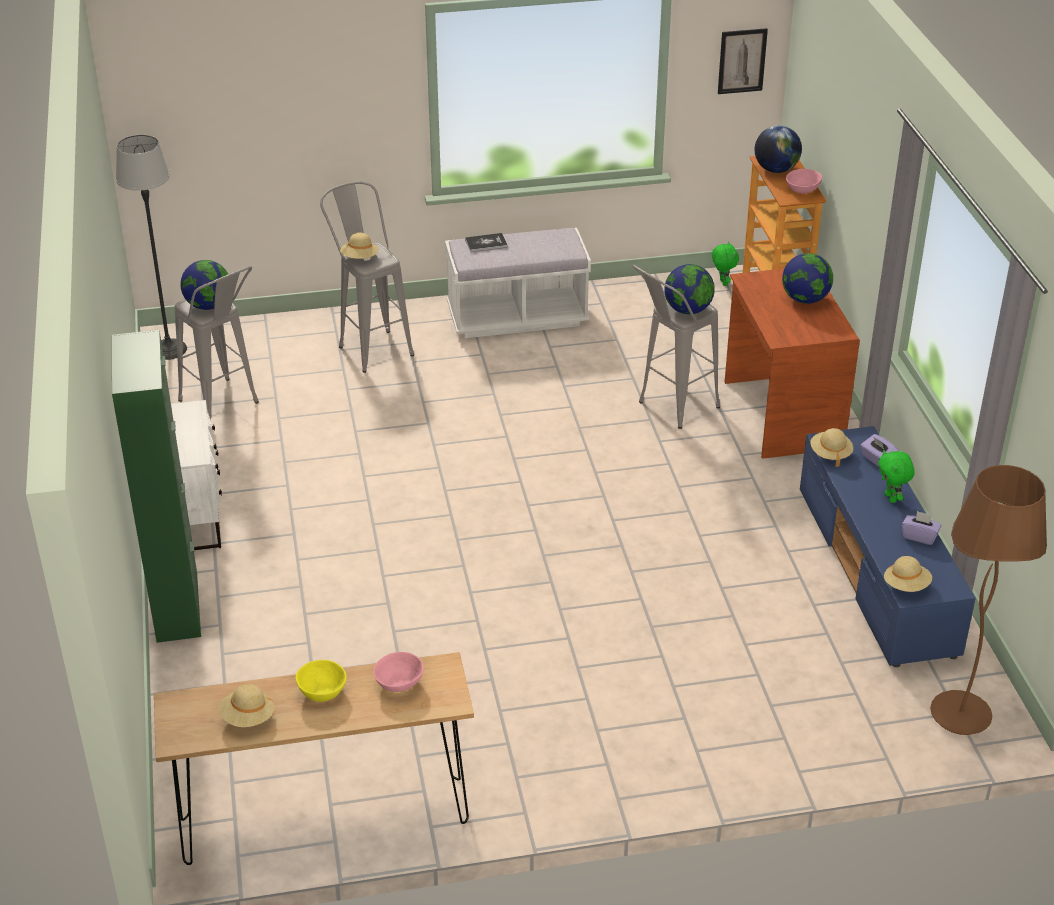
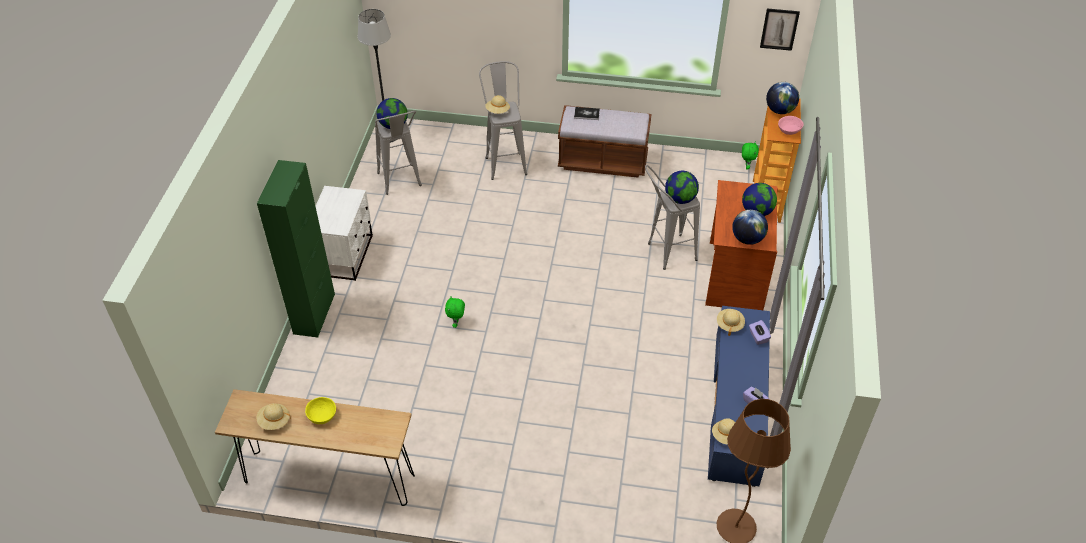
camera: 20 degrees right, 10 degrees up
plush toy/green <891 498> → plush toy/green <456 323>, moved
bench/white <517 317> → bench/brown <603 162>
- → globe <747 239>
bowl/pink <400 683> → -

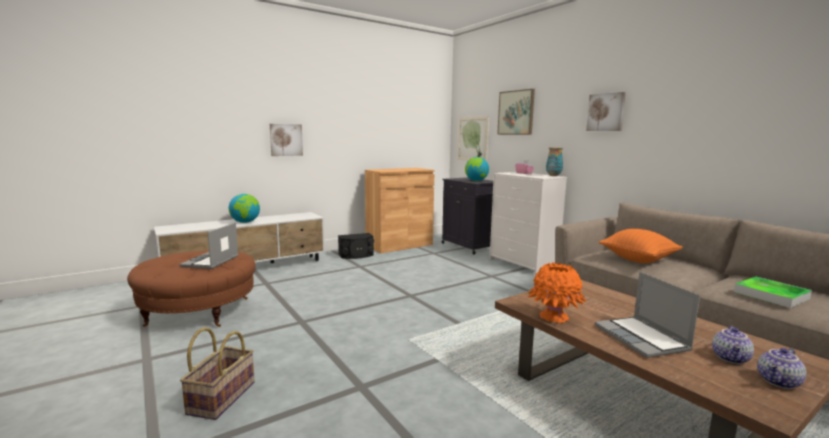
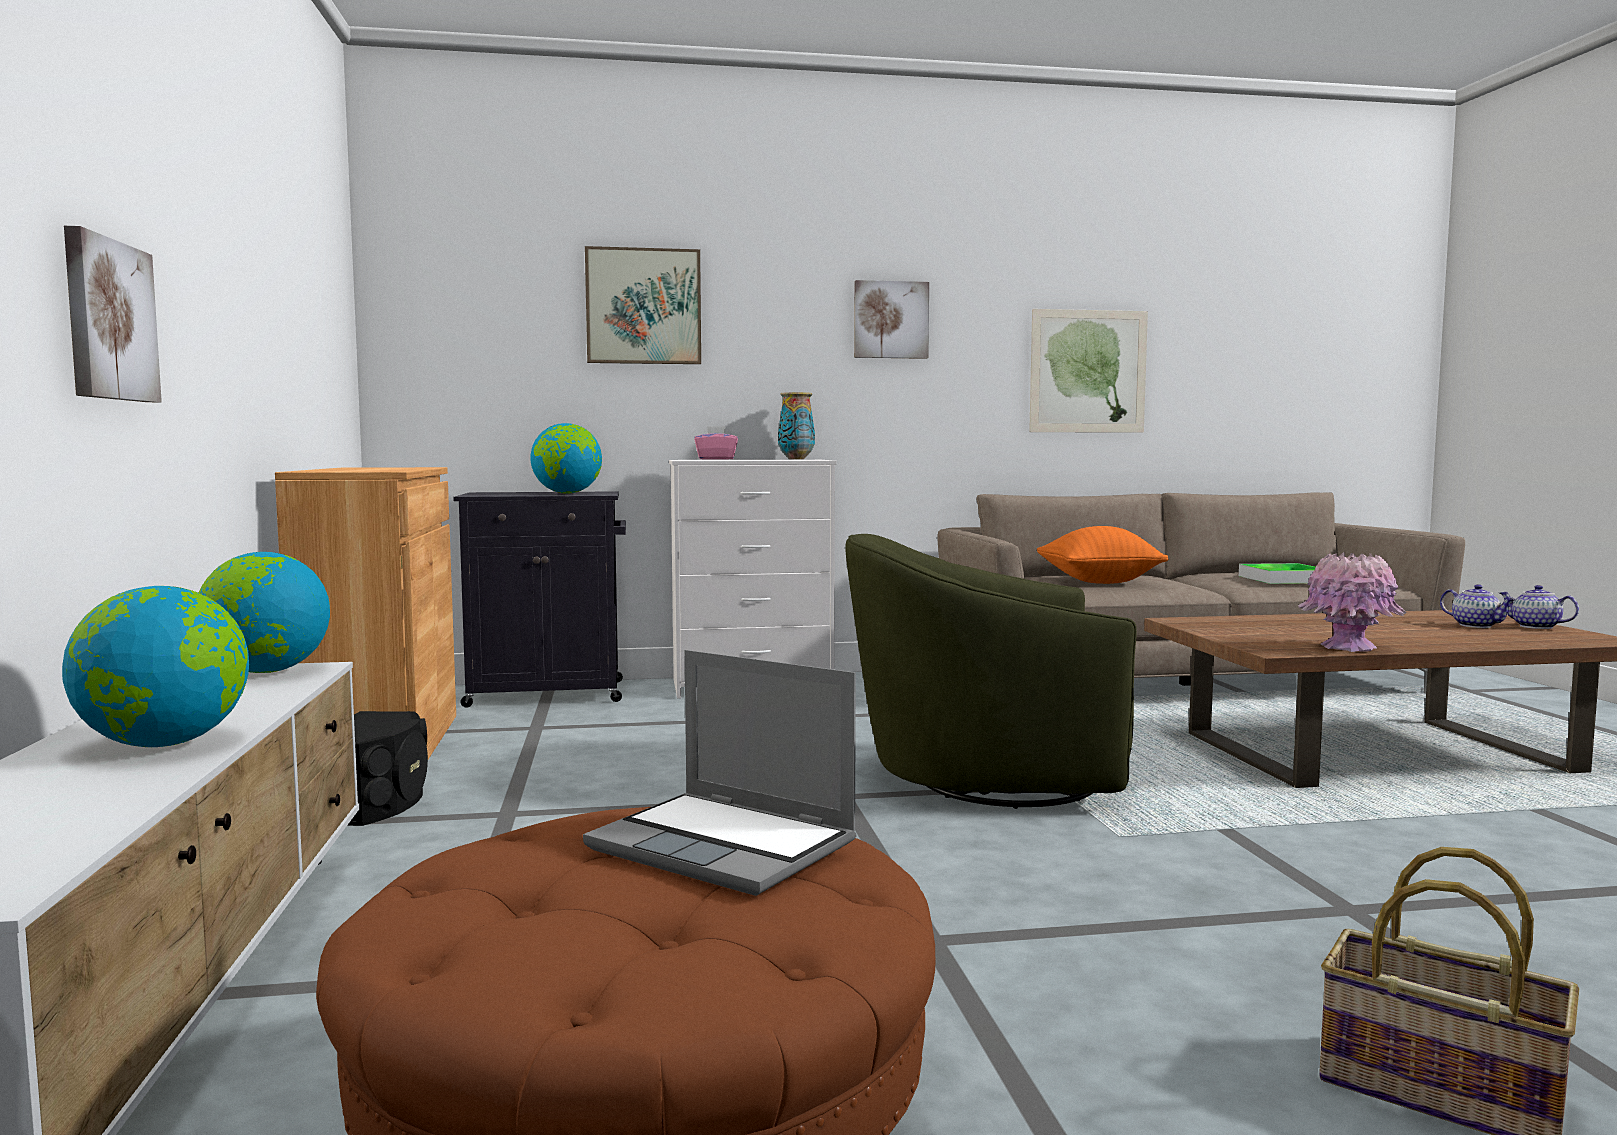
camera: 65 degrees left, 5 degrees down
- → globe <266 671>
- → armchair/green <985 779>
picture <472 139> → picture <1088 371>, moved
vase/orange <554 317> → vase/pink <1348 647>
teapot <779 382> → teapot <1535 627>, 150 degrees clockwise
laptop <642 338> → -

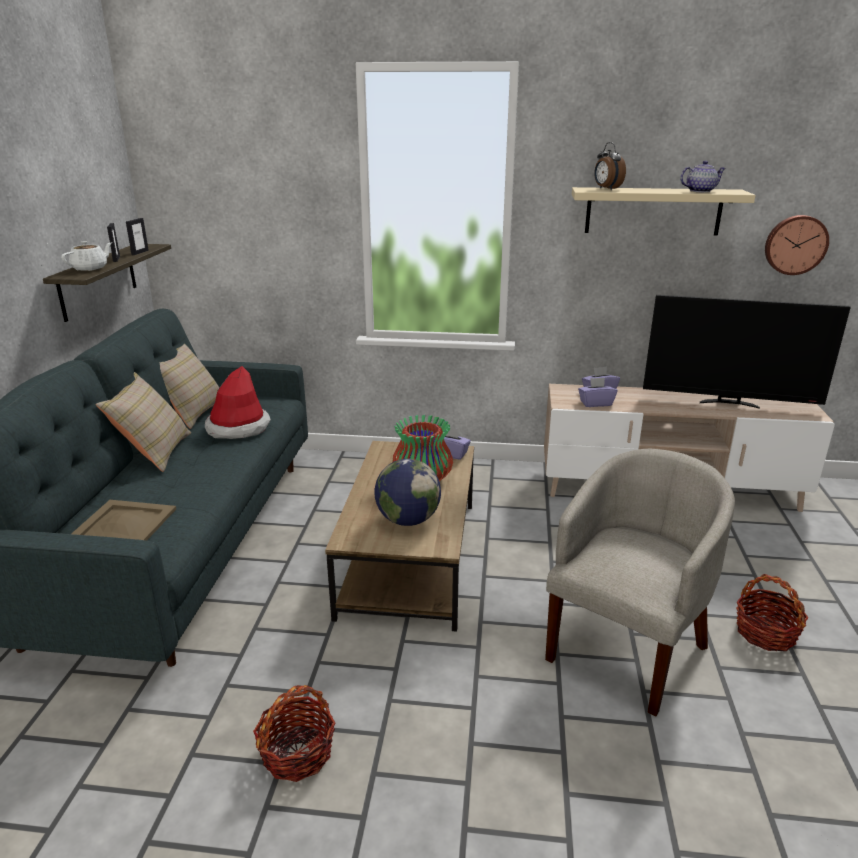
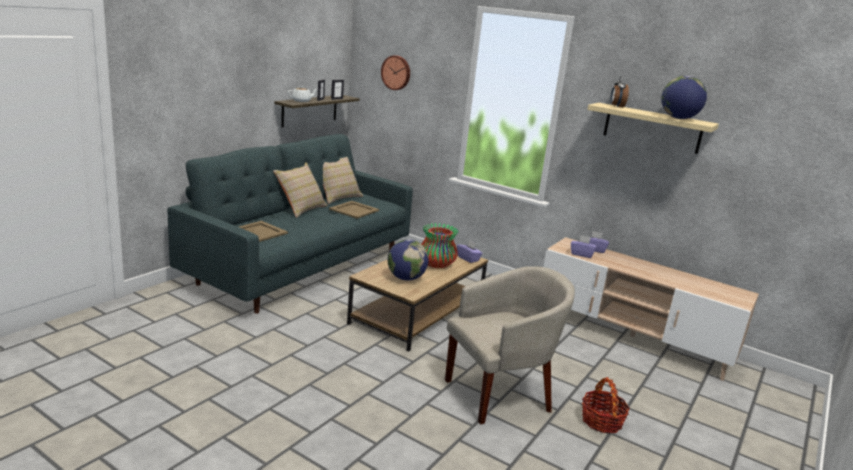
camera: 25 degrees right, 5 degrees down
hat <238 428> → tray/beige <353 210>
wall clock <795 244> → wall clock <396 72>, moved
teapot <700 191> → globe <678 118>
basket <297 753> → -
television <729 403> → -

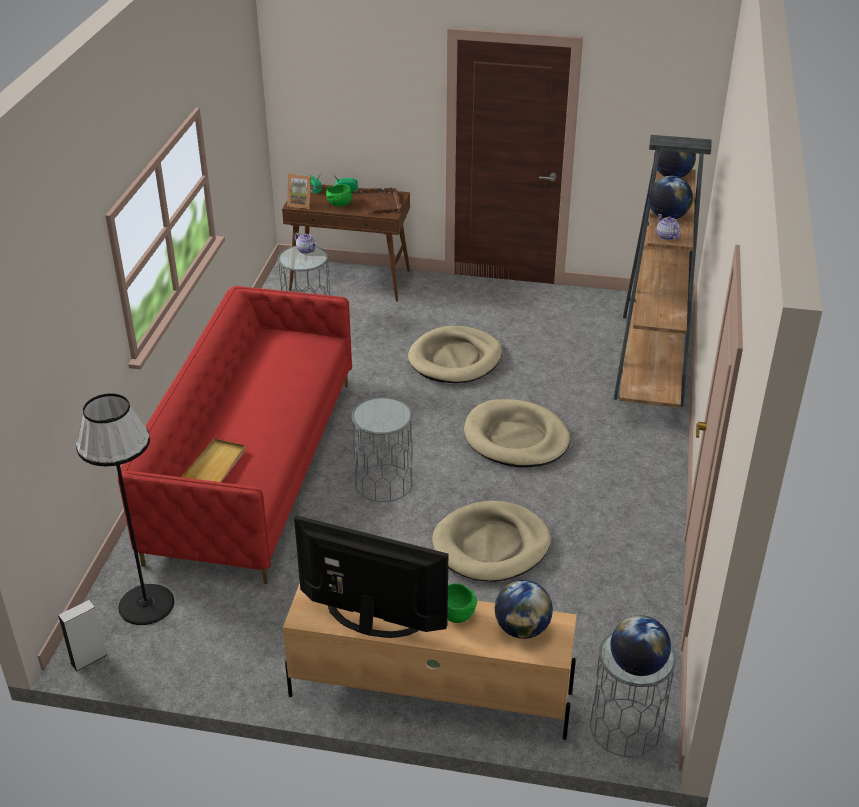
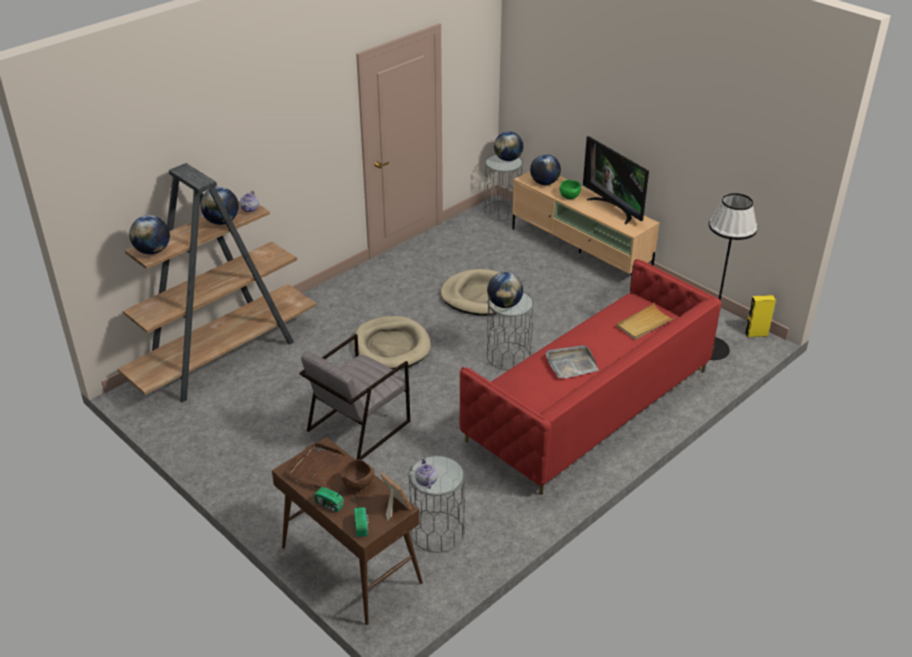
camera: 145 degrees left, 0 degrees up
dog bed/beige <455 359> → armchair/grey <358 425>
bowl/green <339 205> → bowl/brown <358 485>
- → globe <504 304>
- → tray/grey <571 364>
speaker/grey <89 659> → speaker/yellow <756 334>

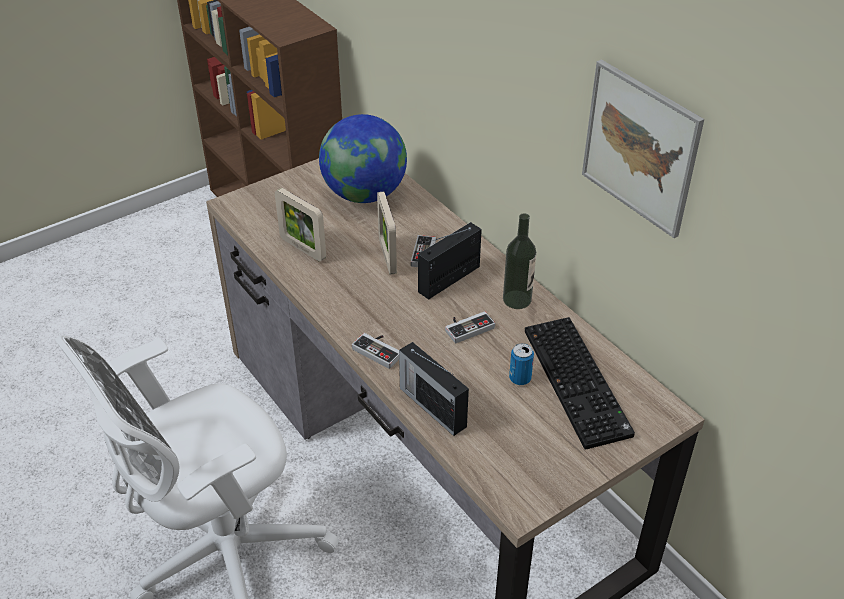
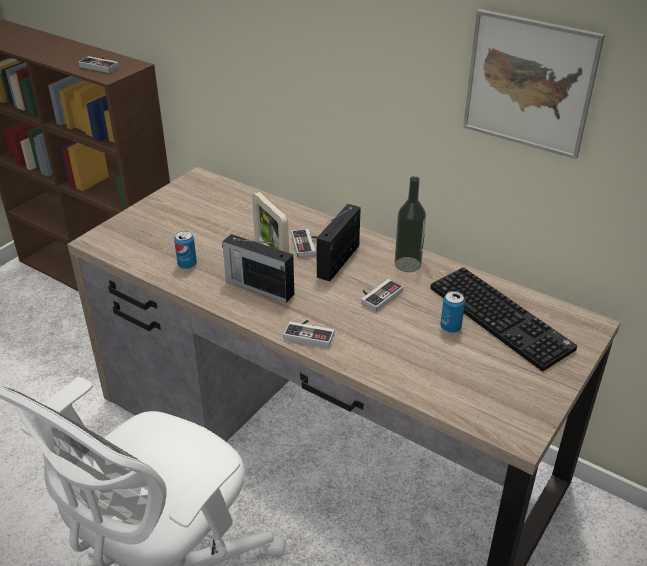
camera: 20 degrees left, 5 degrees down
- → game controller <101 65>
picture frame <303 248> → can <187 264>
radio <431 406> → radio <258 287>, moved
globe <364 194> → -

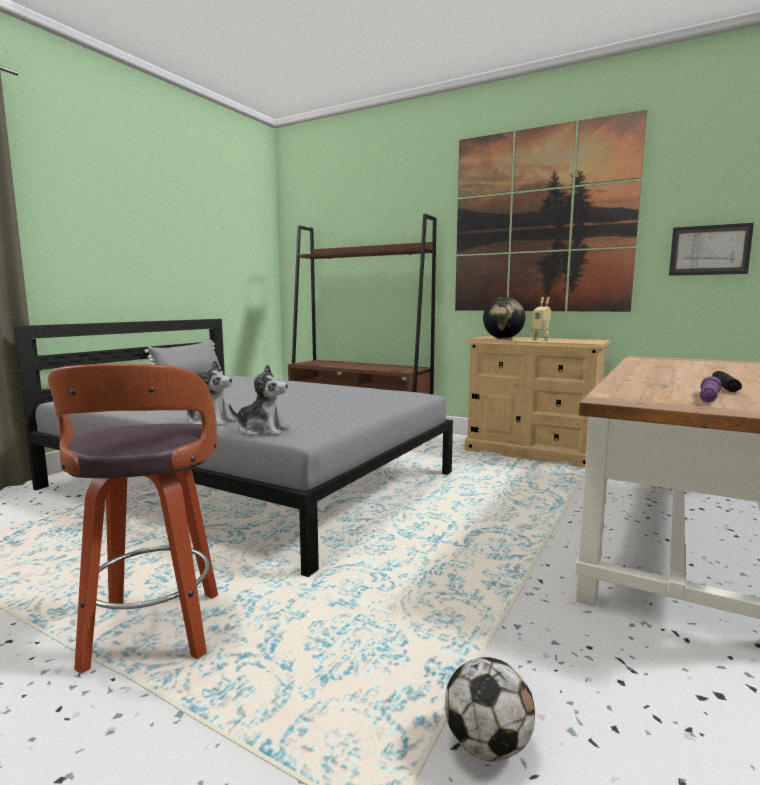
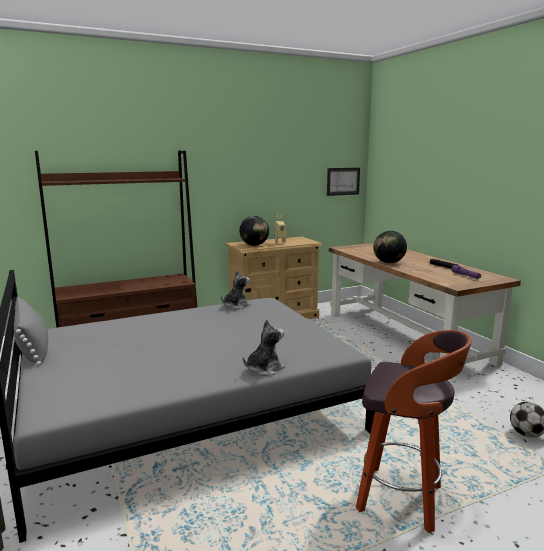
camera: 55 degrees left, 5 degrees up
plush toy <262 431> → plush toy <236 306>, moved
- → globe <389 262>
picture <540 221> → -

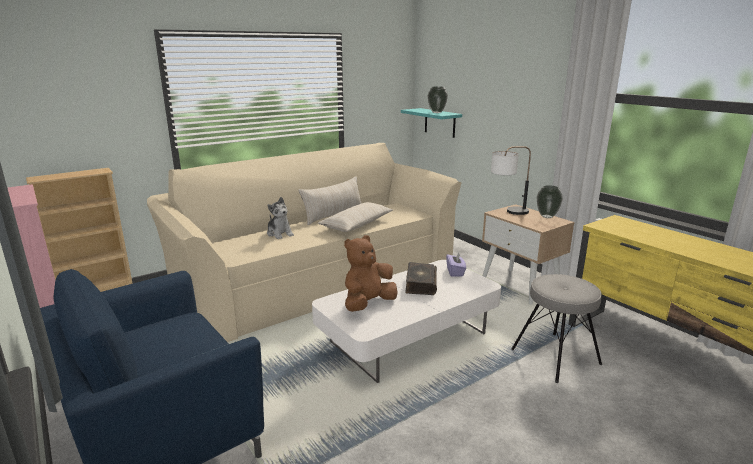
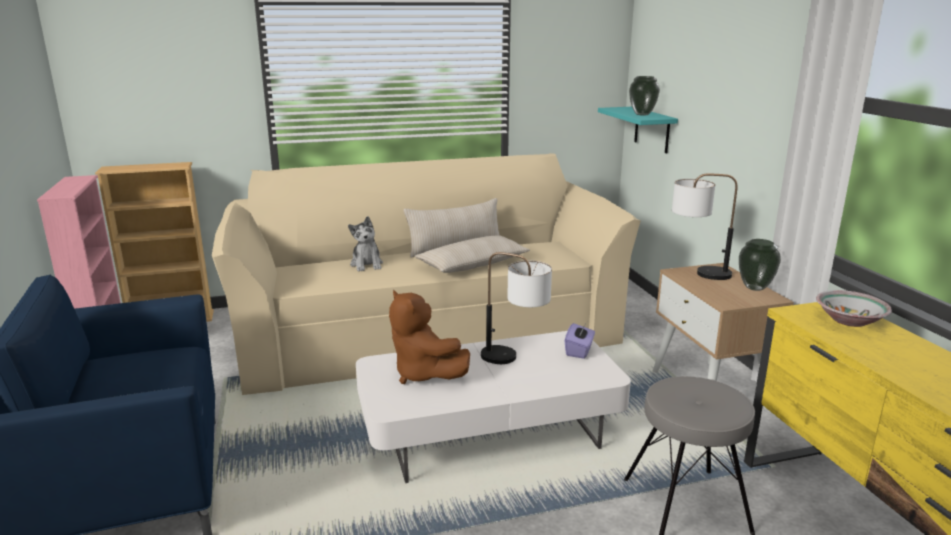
camera: 20 degrees right, 0 degrees up
plush toy/brown <368 304> → plush toy/brown <424 374>, 105 degrees counterclockwise
book <420 284> → table lamp <515 360>
- → bowl <850 320>

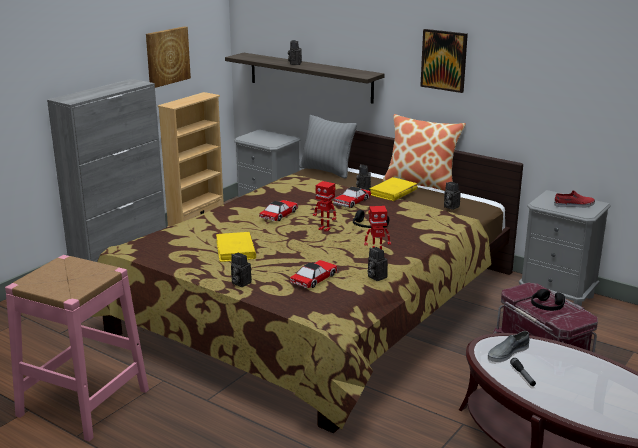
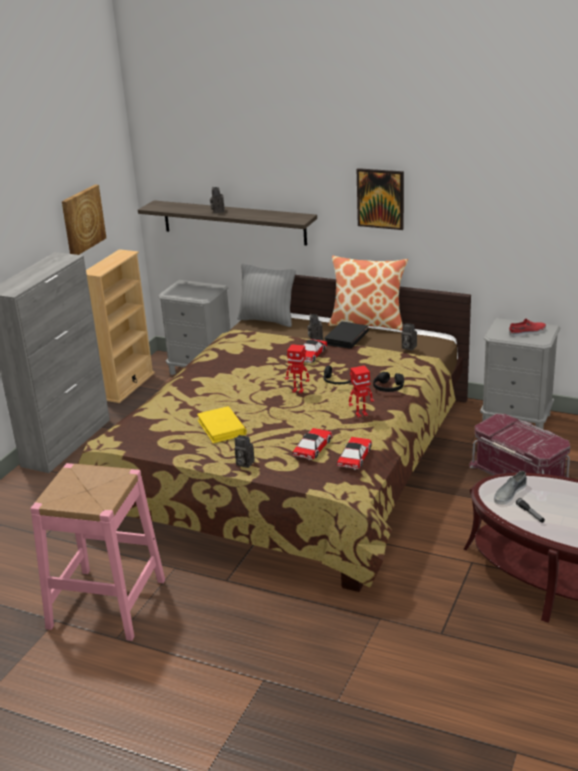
camera: 10 degrees left, 5 degrees up
book/yellow <393 192> → book/black <346 338>
toy car <279 215> → toy car <354 458>, moved
headphones/black <547 306> → headphones/black <388 387>, moved
photo camera <375 277> → -

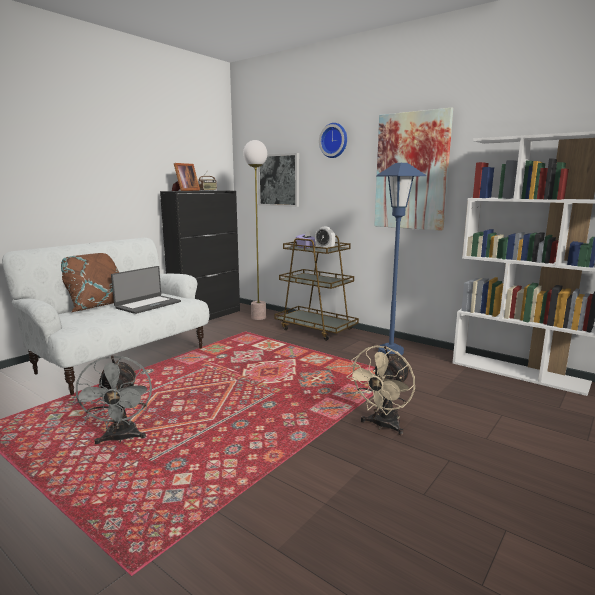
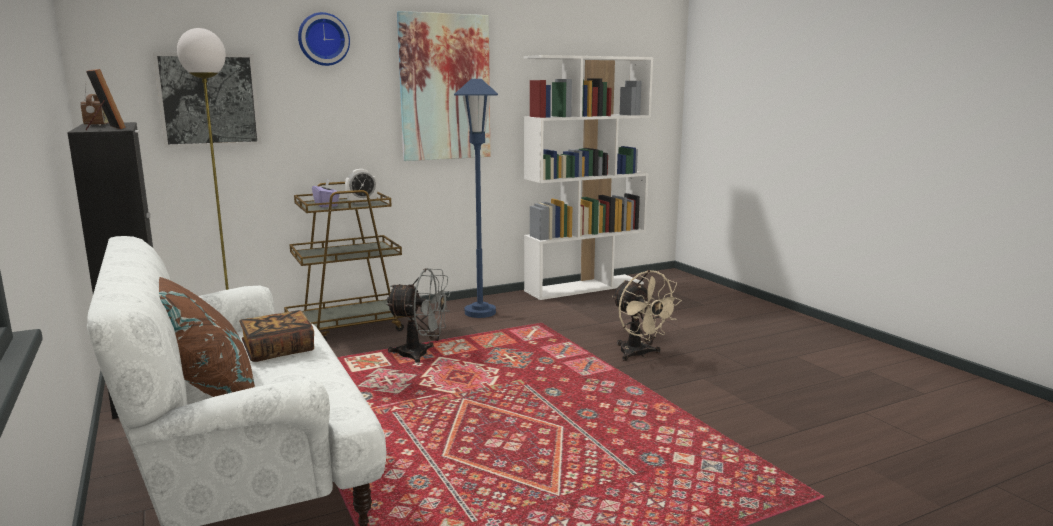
camera: 65 degrees left, 0 degrees up
laptop <148 305> → book <278 350>
fan/grey <121 439> → fan/grey <421 355>, moved

